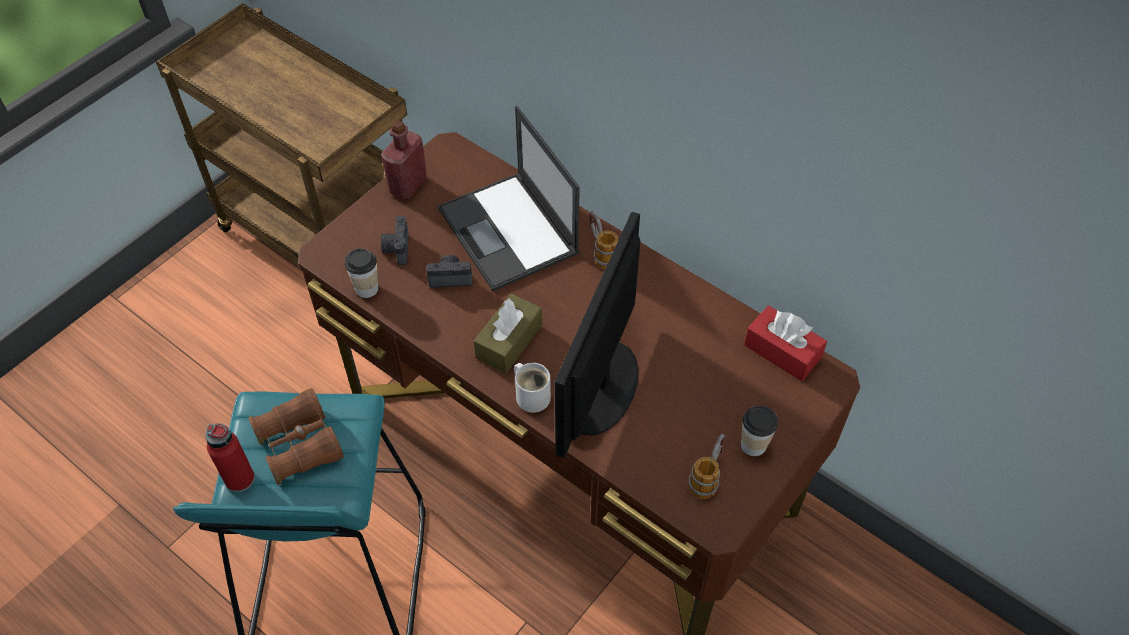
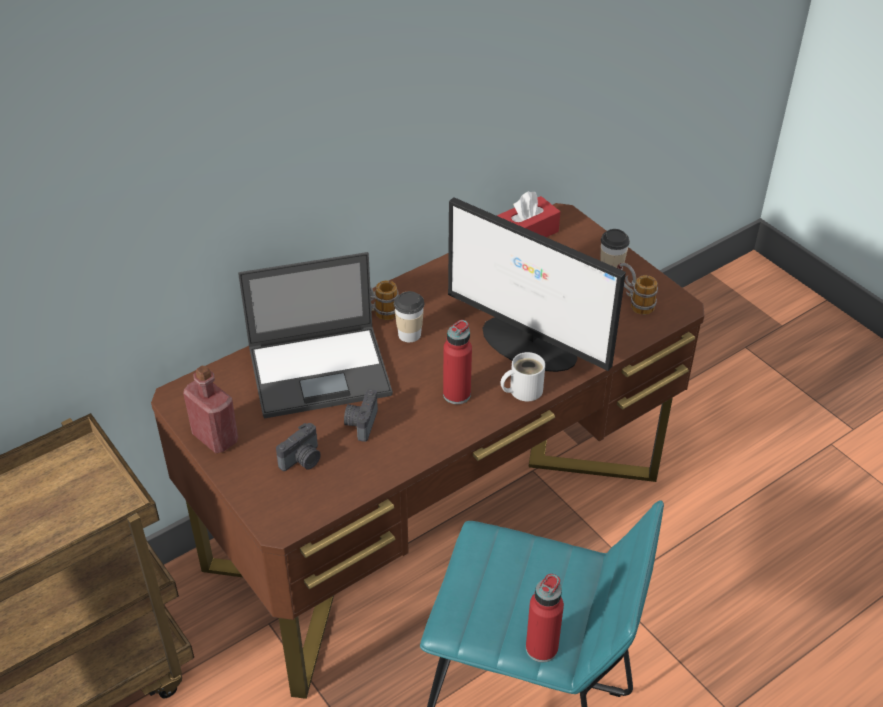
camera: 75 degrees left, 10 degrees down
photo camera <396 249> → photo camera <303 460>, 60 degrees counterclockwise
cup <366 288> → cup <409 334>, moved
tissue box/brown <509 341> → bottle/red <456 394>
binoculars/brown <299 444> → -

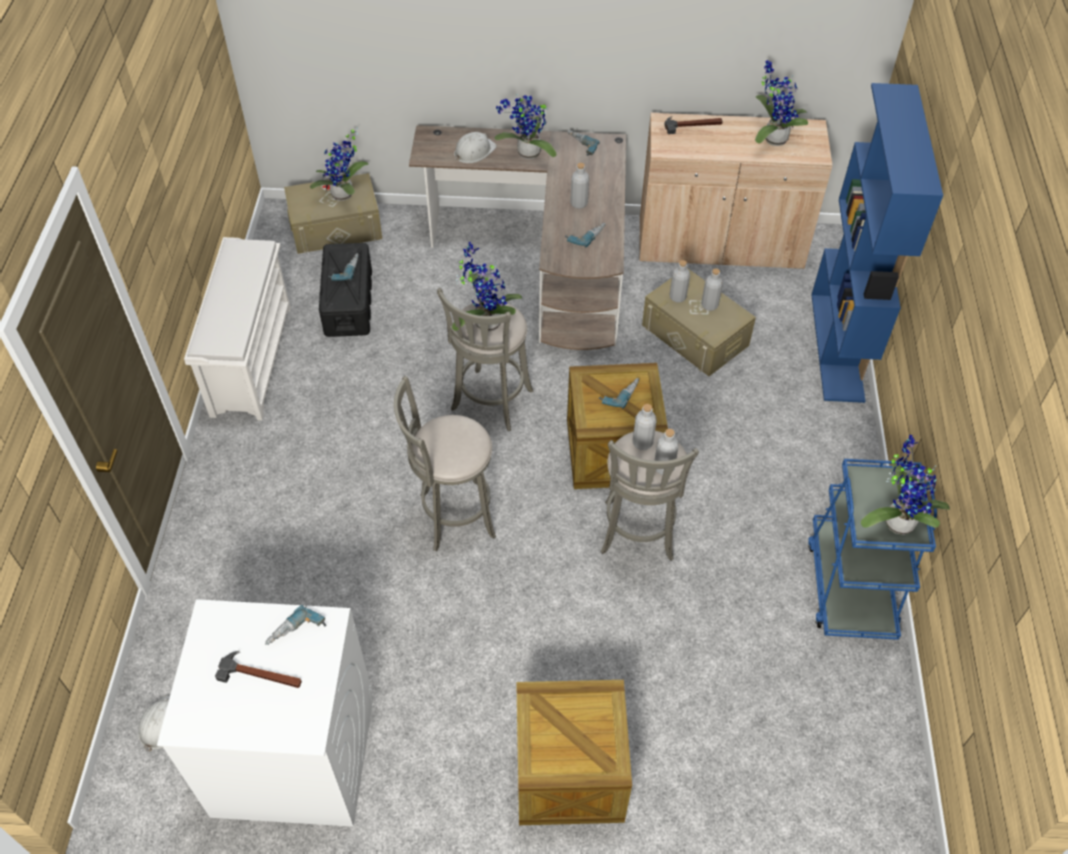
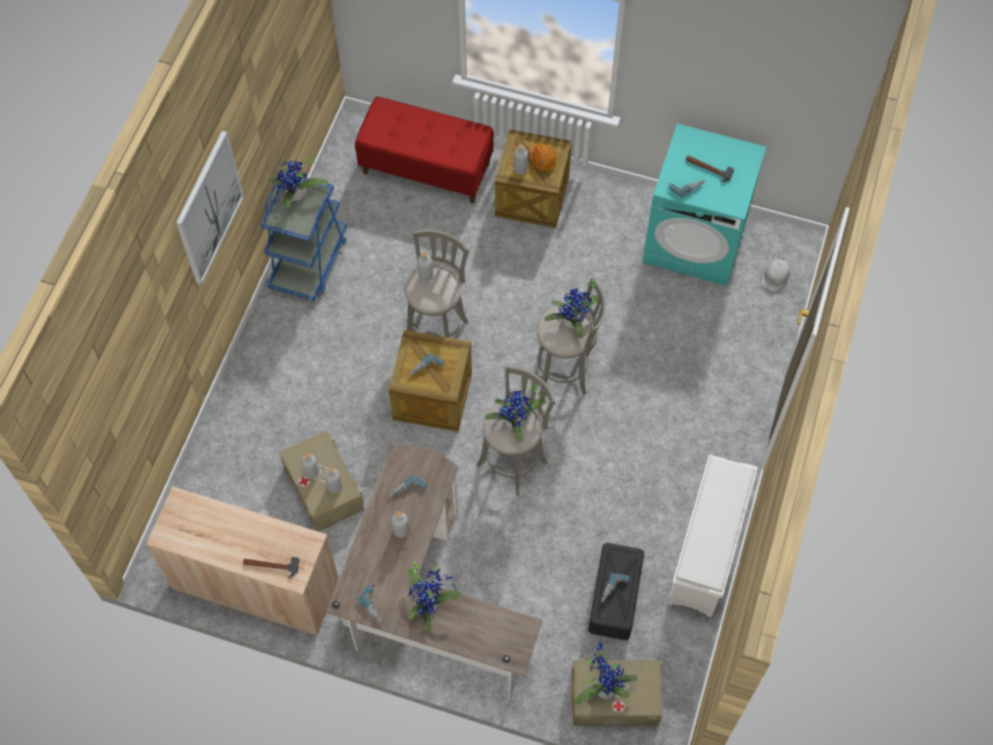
camera: 165 degrees left, 10 degrees up
- → picture <209 208>
- → bench/red <426 168>
bottle/grey <642 443> → bottle/grey <520 169>, moved
- → hard hat/orange <543 159>
potted plant <772 138> → potted plant <573 324>, moved
washing machine/white <293 755> → washing machine/turquoise <695 241>
hard hat/white <474 151> → -
bookcase/blue <838 347> → -

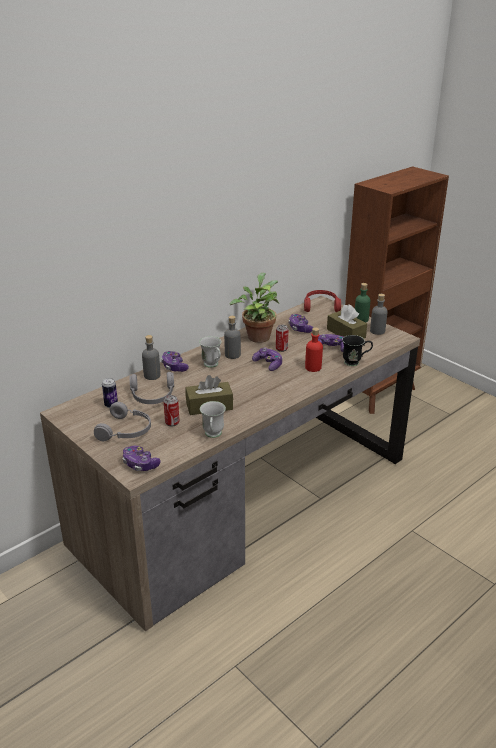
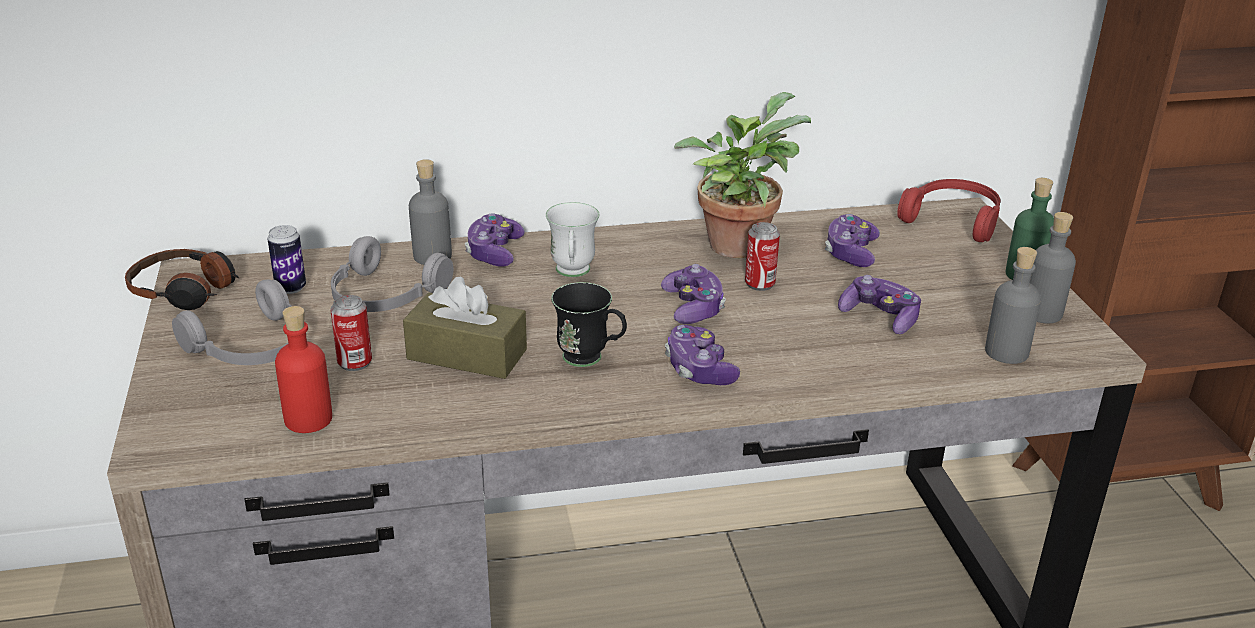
camera: 30 degrees right, 0 degrees up
- → headphones <185 291>
bottle/red <313 367> → bottle/red <308 419>, moved
mug/black <355 362> → mug/black <591 360>, moved
game controller <140 464> → game controller <699 369>, moved
bottle/grey <232 355> → bottle/grey <1006 352>, moved
mug/white <213 435> → -
tissue box/brown <346 333> → -

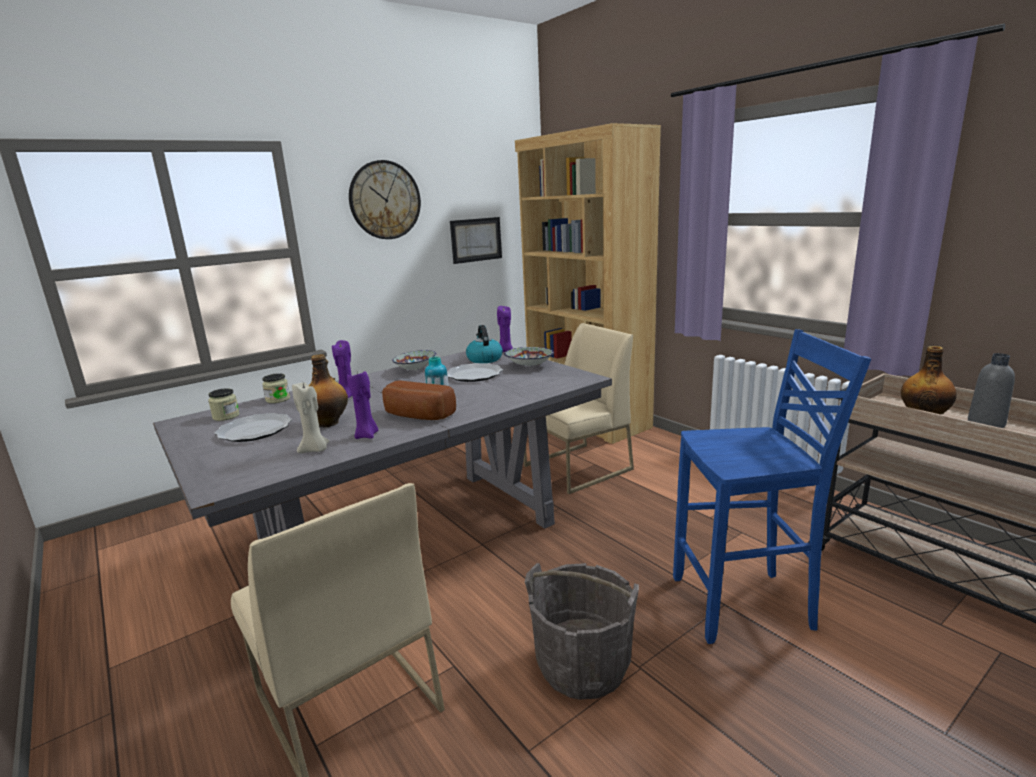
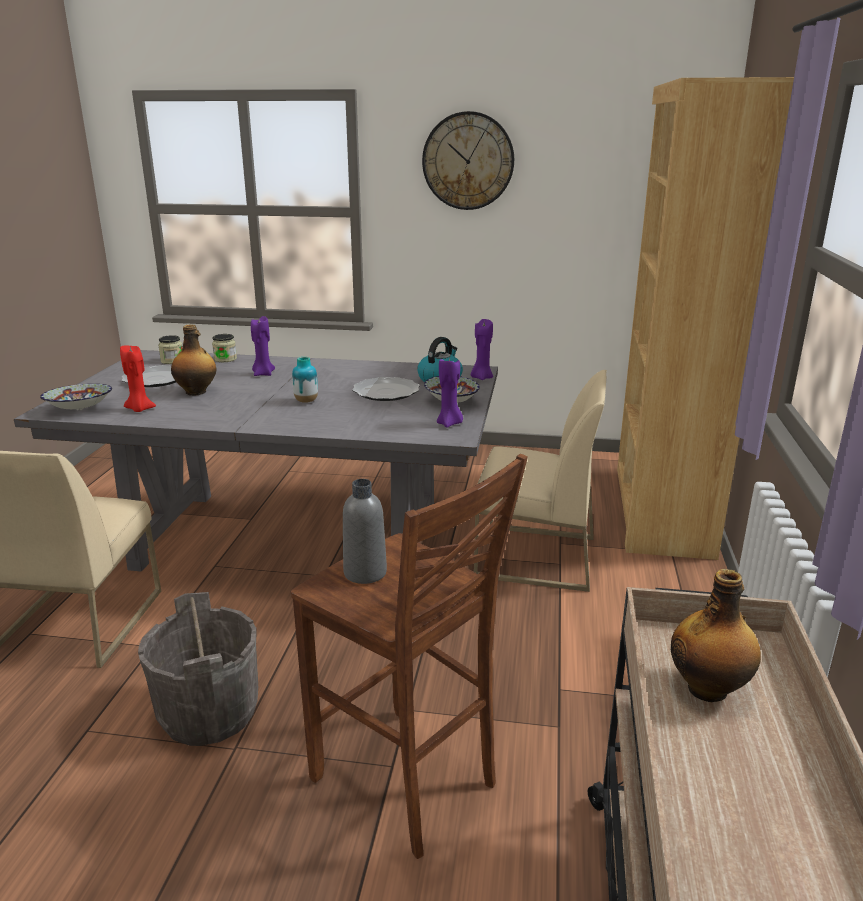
camera: 45 degrees right, 5 degrees up
bowl <416 370> → bowl <80 409>, moved
candle/beige <315 450> → candle/red <139 409>
stool/blue <745 605> → stool/brown <407 783>
bottle/grey <986 423> → bottle/grey <365 572>, moved
candle/purple <367 435> → candle/purple <449 424>, moved
bread <416 416> → -
picture <476 240> → -

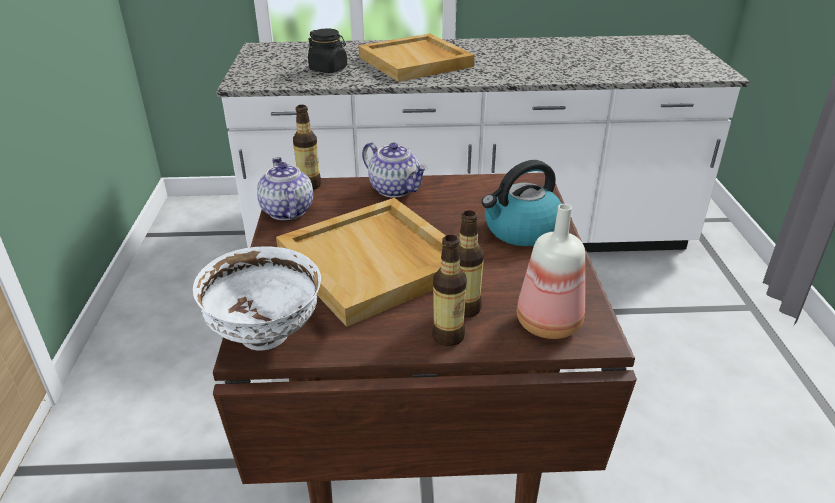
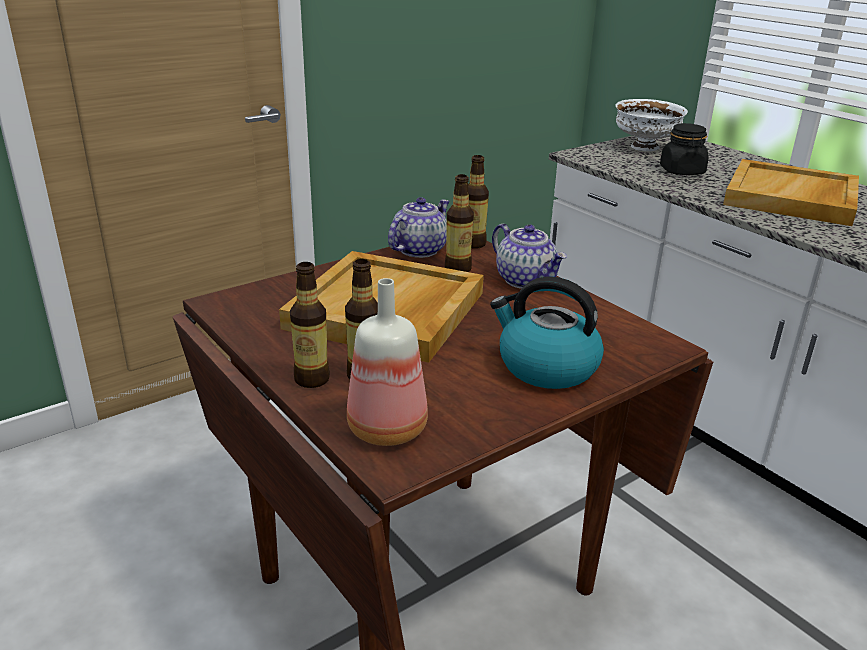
camera: 55 degrees right, 5 degrees down
- → bottle <458 269>
teapot <395 189> → teapot <526 280>, 45 degrees counterclockwise
bowl/white <267 335> → bowl/white <645 148>, moved

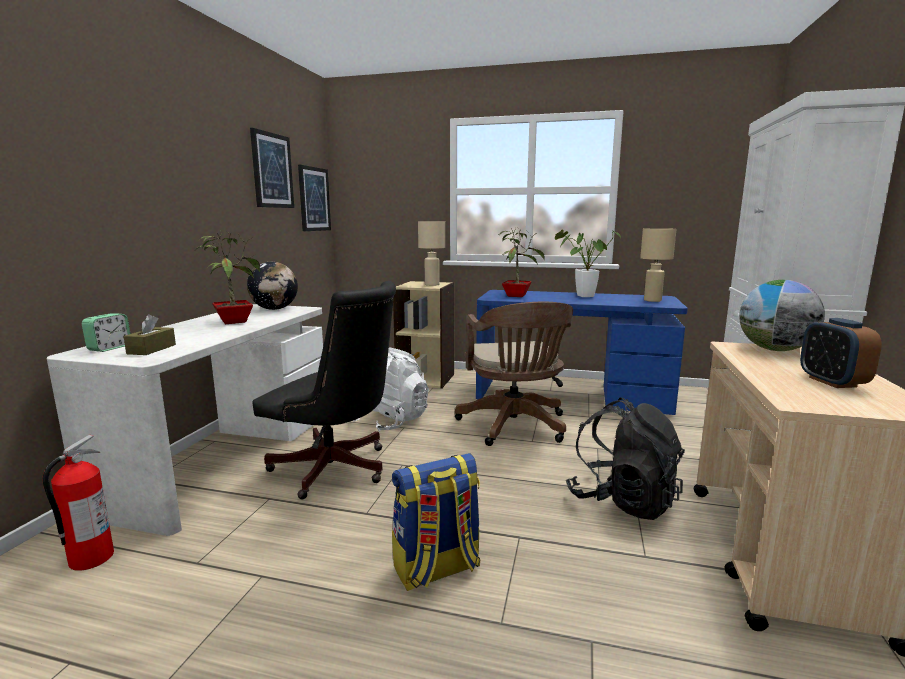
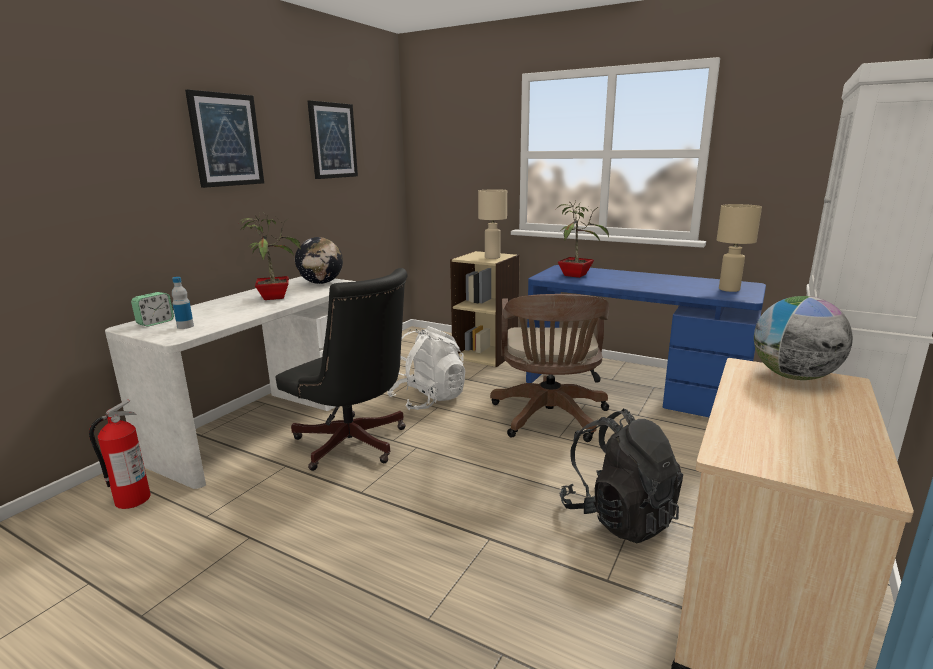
camera: 15 degrees right, 5 degrees up
tissue box/brown <151 349> → bottle <185 326>
picture <314 199> → picture <226 140>, moved
backpack <436 569> → -
potted plant <581 296> → -
alarm clock <832 382> → -

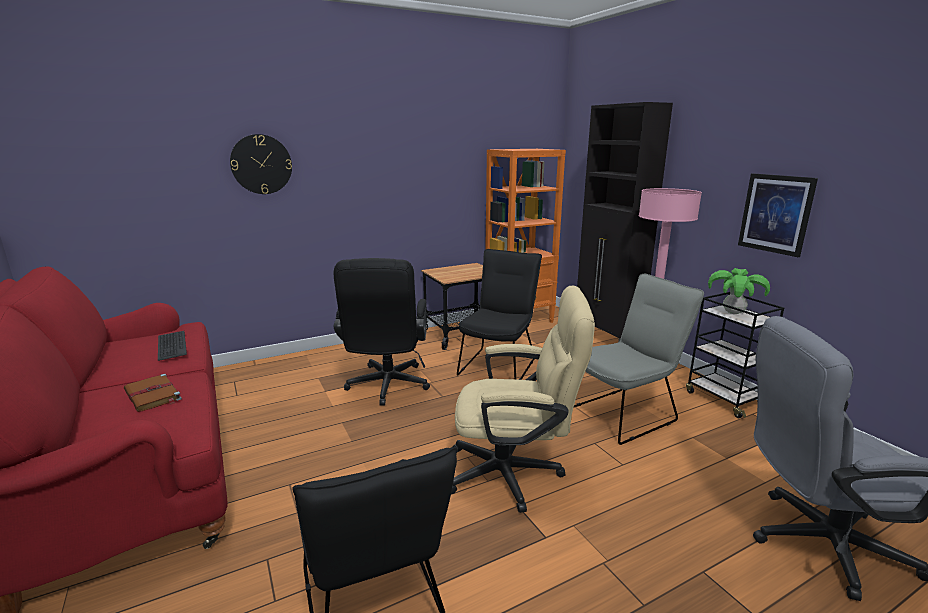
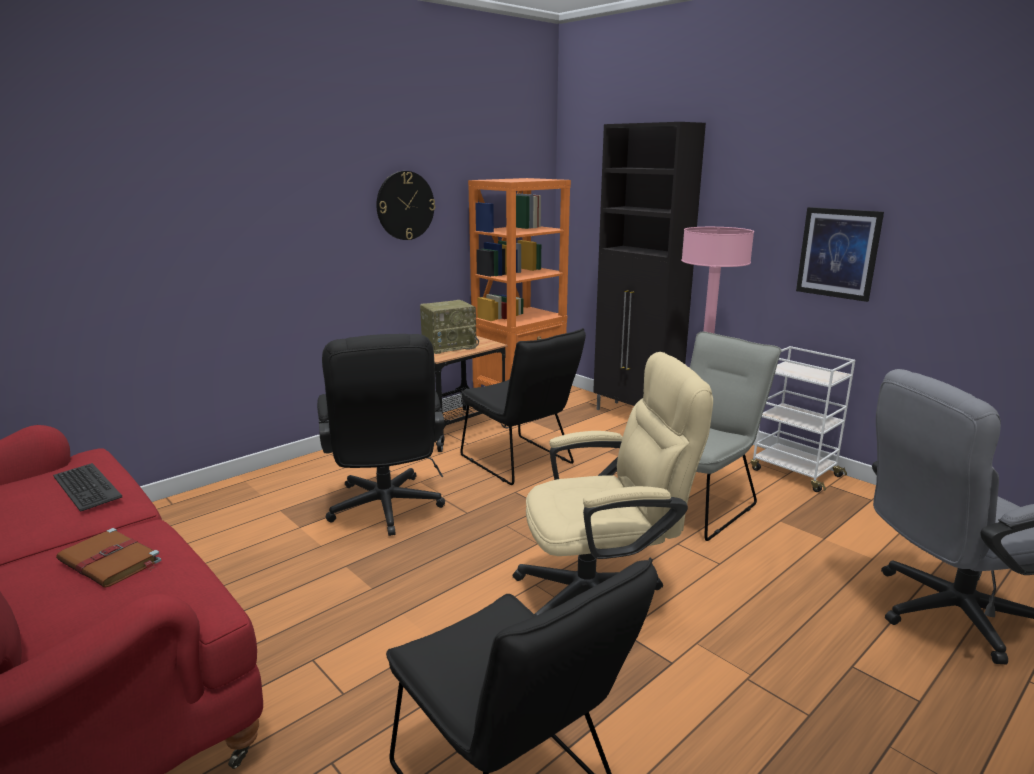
camera: 15 degrees left, 0 degrees up
wall clock <261 164> → wall clock <405 205>, moved
- → radio <449 346>
chair/black <499 364> → chair/black <521 462>, 135 degrees clockwise
cart/black <724 399> → cart/white <794 472>
potted plant <733 313> → -

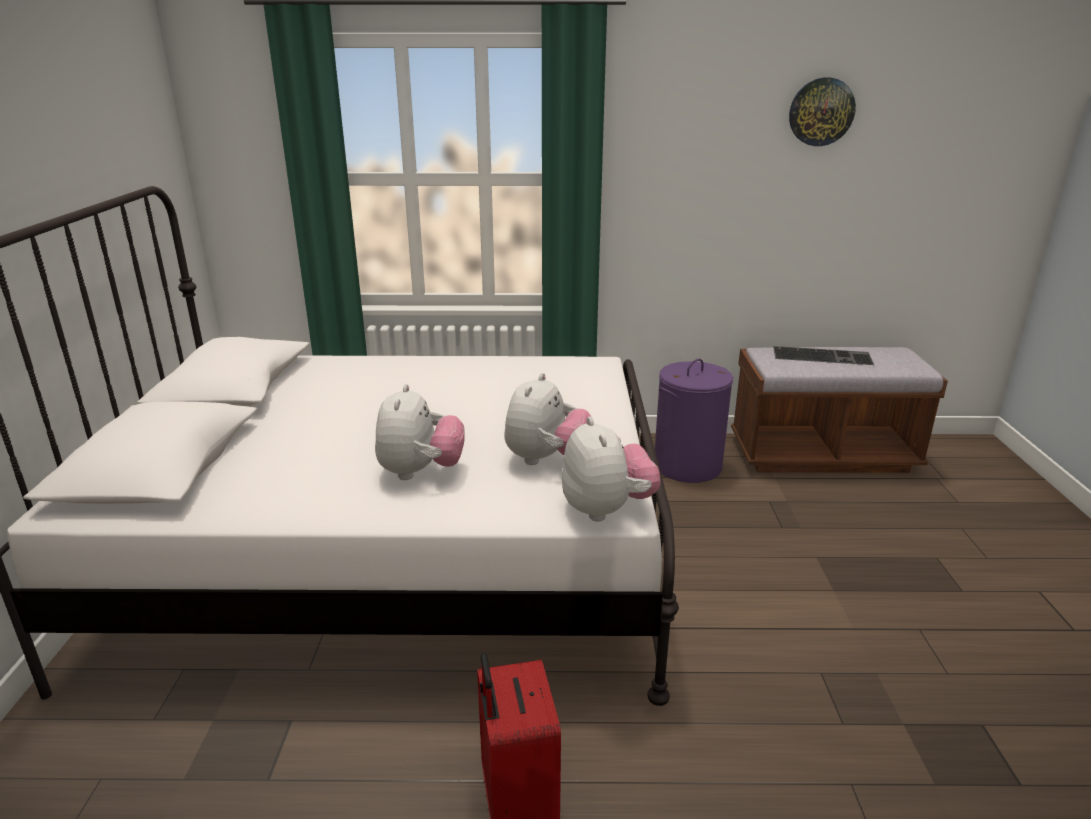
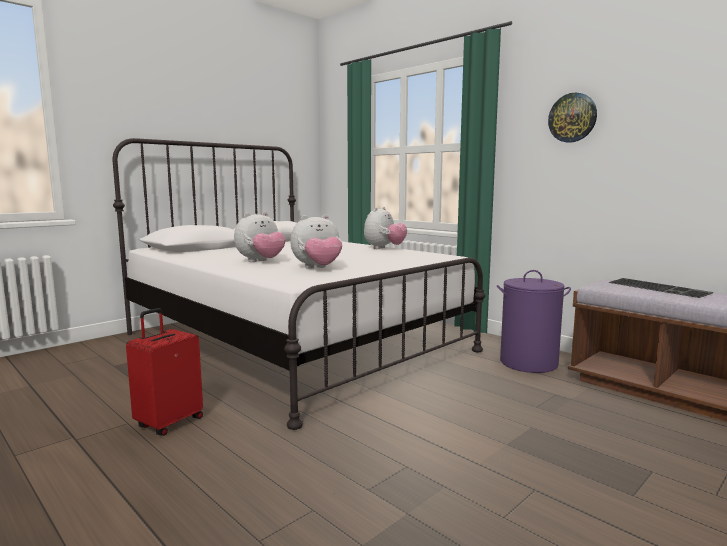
camera: 45 degrees right, 15 degrees down
plush toy <606 509> → plush toy <384 248>, moved
wall clock <821 112> → wall clock <572 118>, moved

